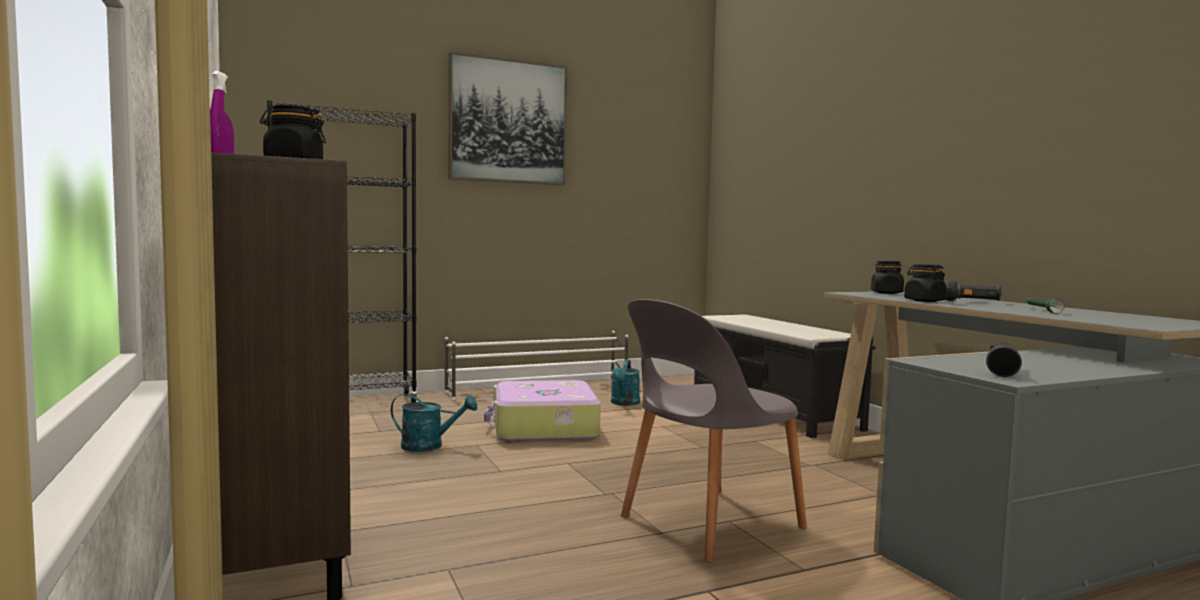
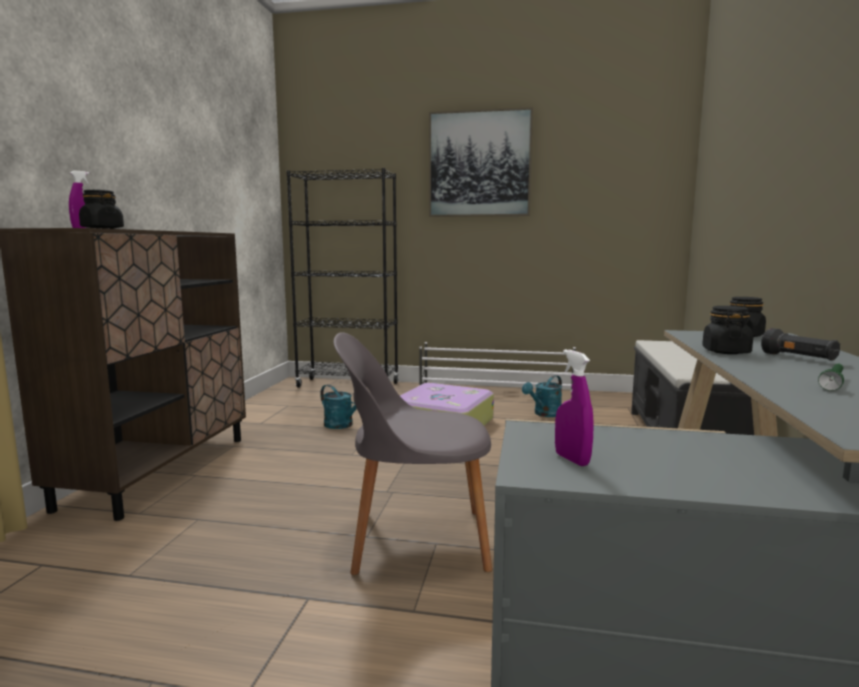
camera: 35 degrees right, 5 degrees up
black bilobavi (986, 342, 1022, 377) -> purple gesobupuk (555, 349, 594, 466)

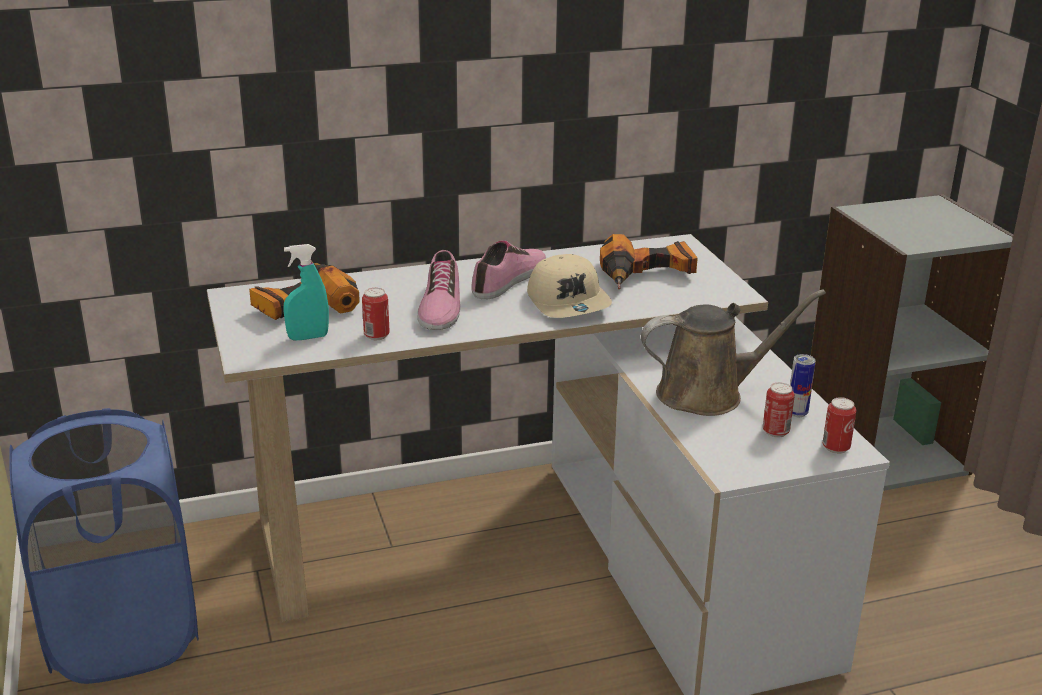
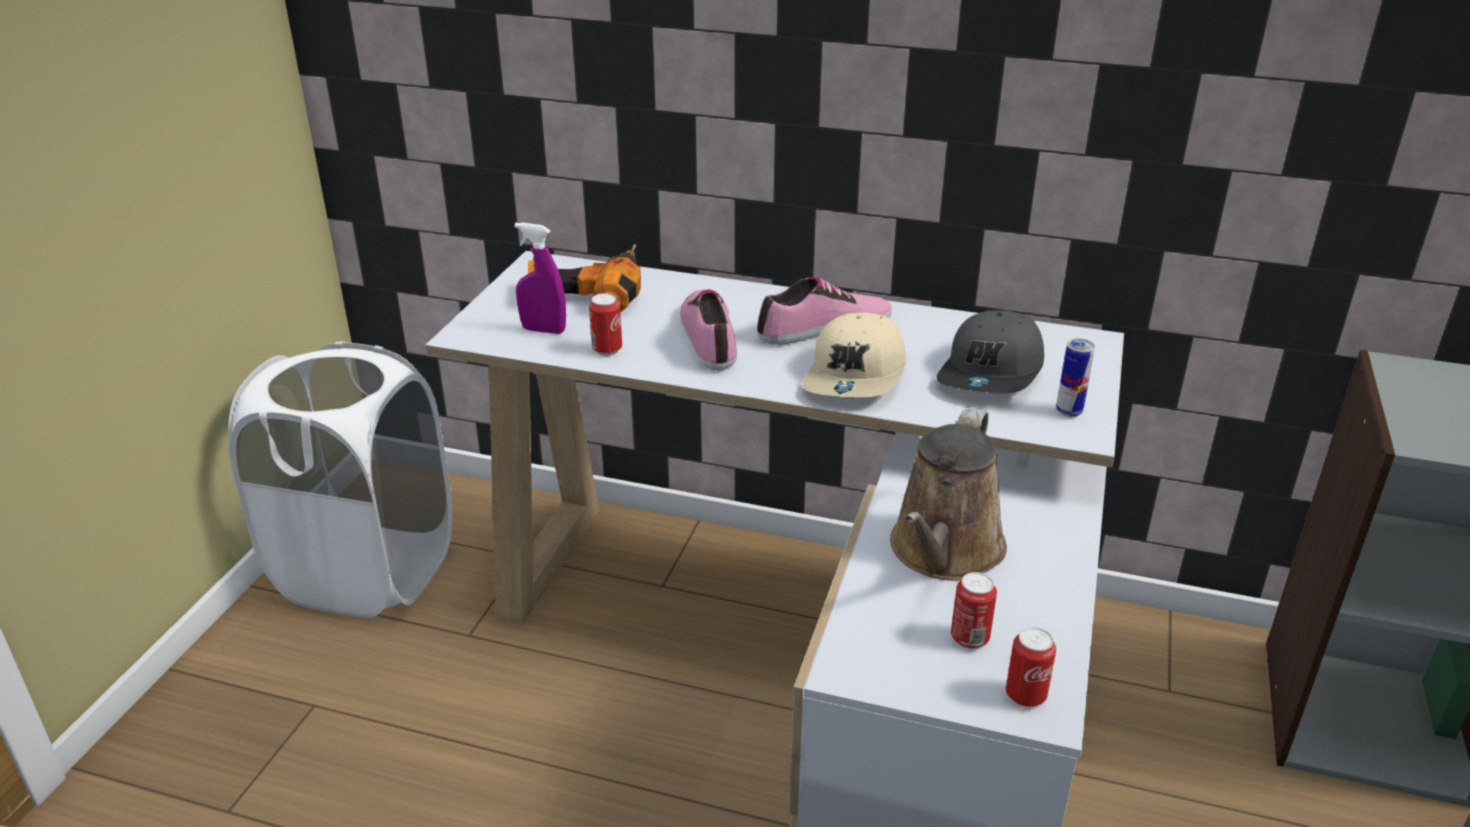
camera: 35 degrees right, 5 degrees up
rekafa (790, 354, 816, 417) -> rekafa (1056, 338, 1095, 417), relocated
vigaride (600, 234, 698, 289) -> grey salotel (936, 310, 1044, 394)
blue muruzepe (9, 408, 199, 684) -> white muruzepe (228, 342, 452, 618)
turquoise gesobupuk (283, 244, 329, 340) -> purple gesobupuk (515, 222, 566, 334)
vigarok (417, 250, 460, 330) -> vigarok (680, 289, 737, 371), 135 degrees clockwise
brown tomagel (641, 289, 826, 416) -> brown tomagel (890, 408, 1007, 581), 90 degrees clockwise

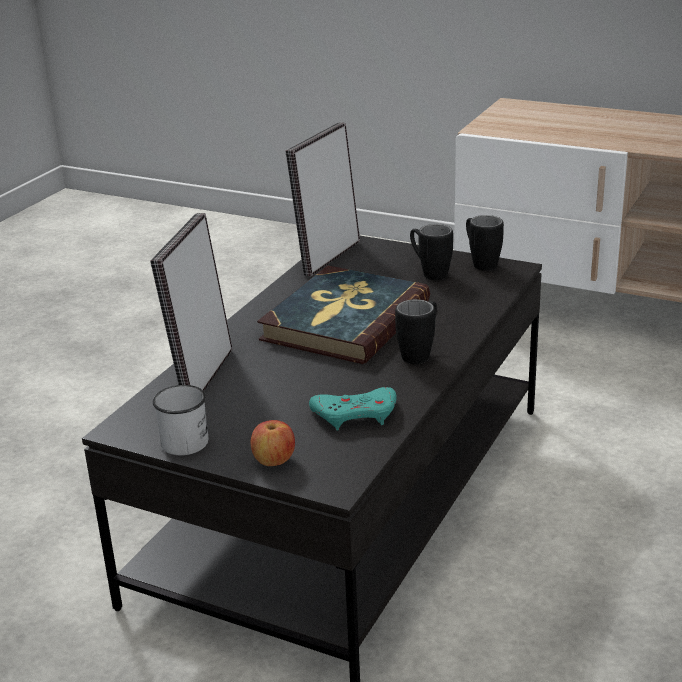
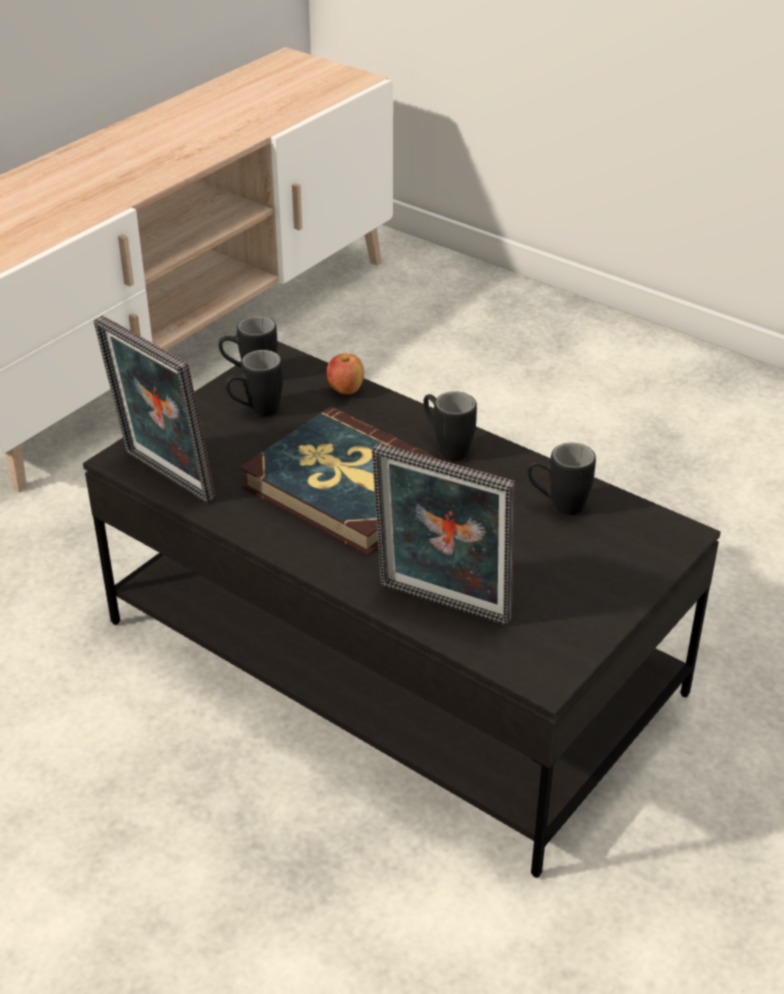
camera: 80 degrees left, 10 degrees up
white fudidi (153, 385, 208, 455) -> none
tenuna (251, 420, 295, 466) -> tenuna (327, 353, 364, 394), relocated
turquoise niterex (309, 387, 397, 430) -> black fudidi (527, 443, 596, 515)

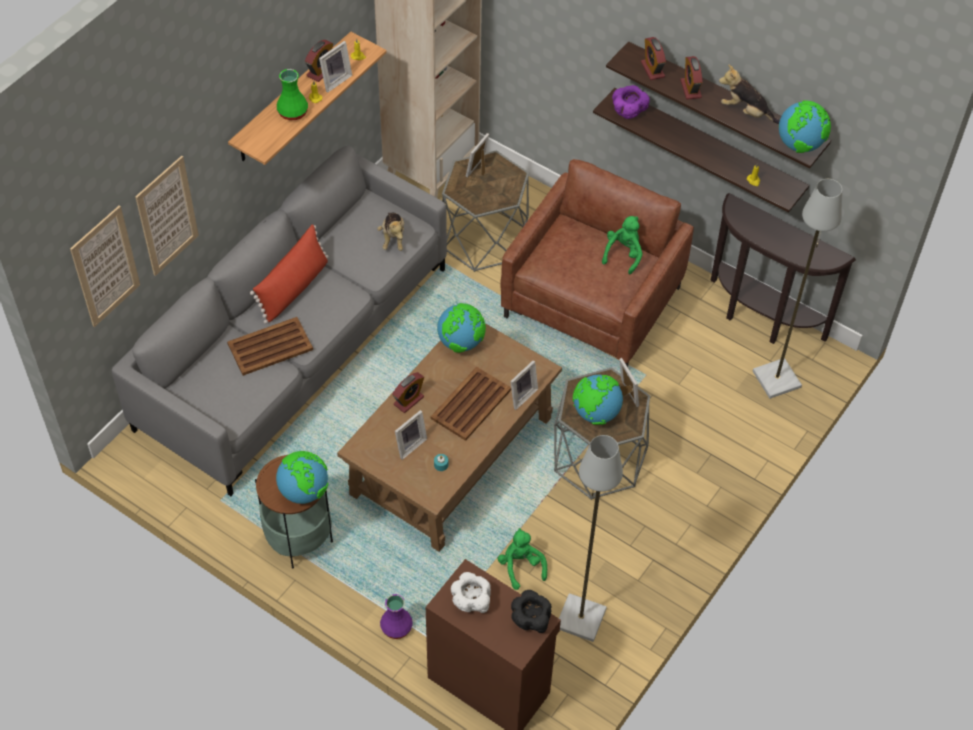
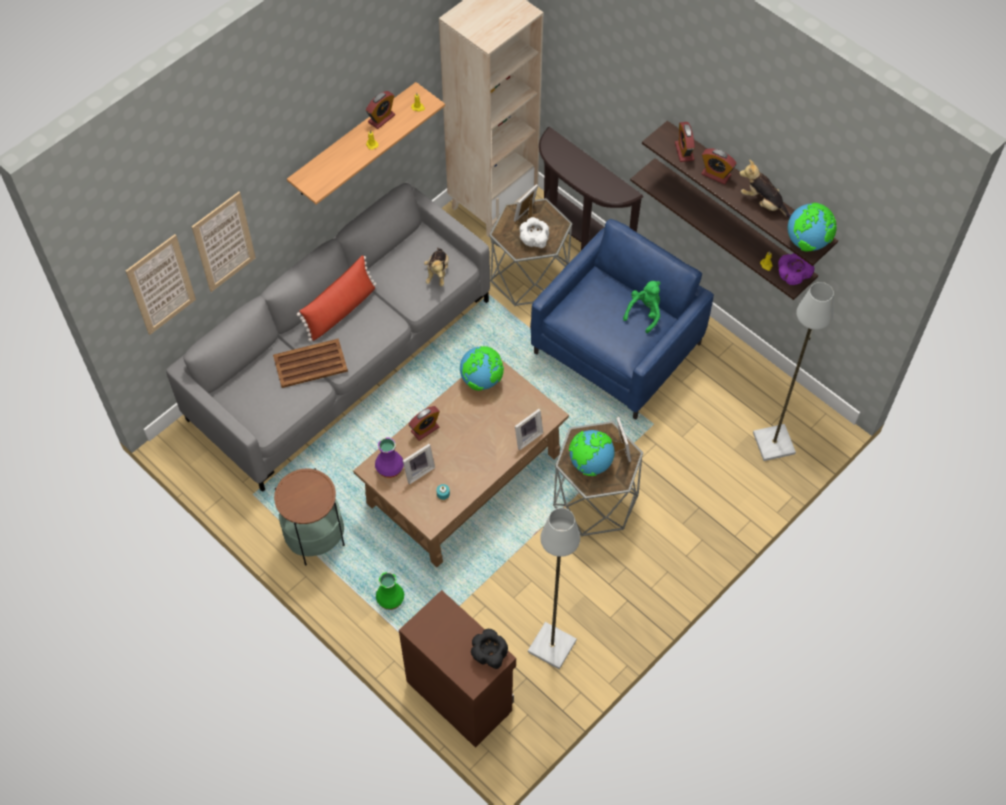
camera: 10 degrees right, 5 degrees up
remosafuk (276, 451, 328, 504) -> none
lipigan (319, 41, 352, 93) -> none
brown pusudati (431, 367, 511, 441) -> none
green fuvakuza (497, 528, 547, 590) -> none
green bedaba (277, 69, 308, 120) -> green bedaba (376, 572, 404, 610), relocated
purple bedaba (380, 594, 413, 639) -> purple bedaba (375, 437, 404, 478), relocated
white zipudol (451, 572, 491, 613) -> white zipudol (519, 217, 549, 248), relocated
purple zipudol (612, 85, 650, 119) -> purple zipudol (778, 253, 815, 285), relocated
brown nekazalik (710, 193, 856, 344) -> brown nekazalik (539, 127, 643, 250), relocated
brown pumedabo (500, 159, 694, 367) -> blue pumedabo (530, 219, 714, 420)
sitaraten (680, 56, 703, 100) -> sitaraten (701, 149, 737, 184), 60 degrees counterclockwise

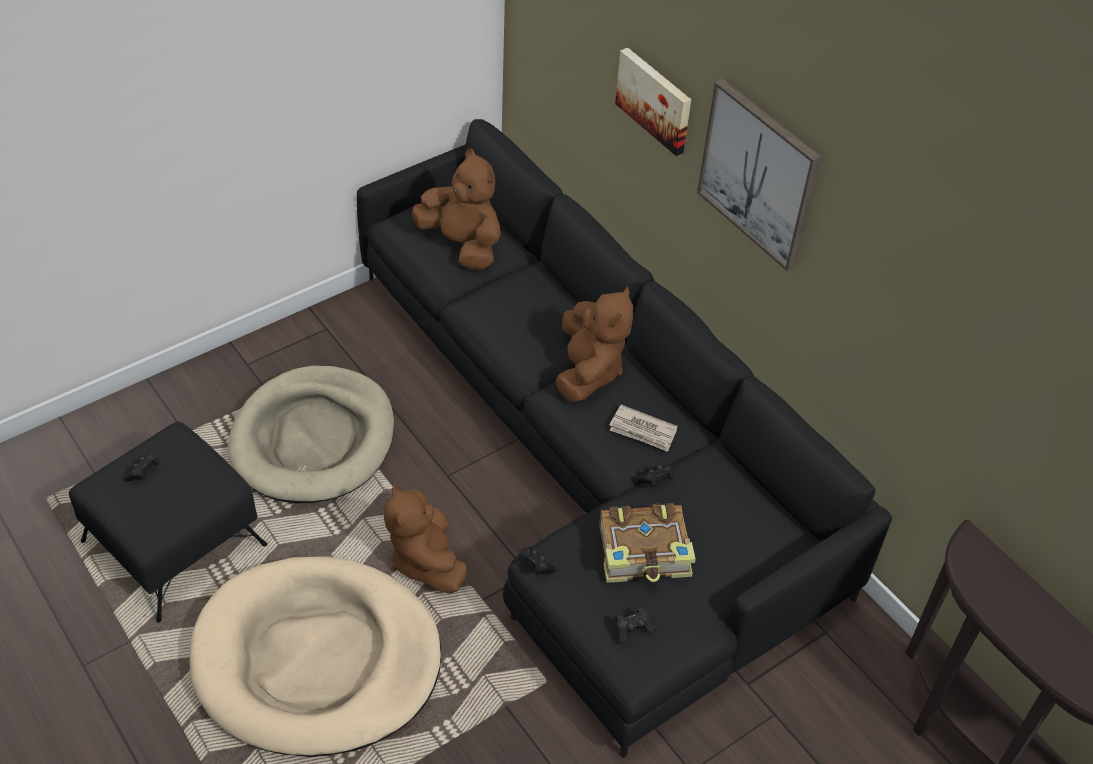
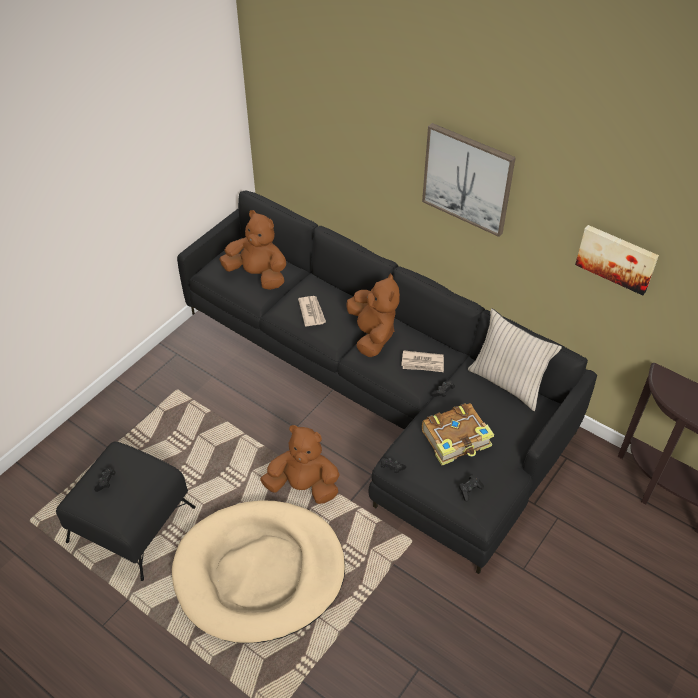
camera: 15 degrees left, 0 degrees up
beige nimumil (228, 365, 394, 504) -> none
none -> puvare (298, 296, 326, 326)
none -> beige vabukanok (468, 308, 562, 411)
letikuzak (615, 48, 691, 156) -> letikuzak (575, 225, 659, 295), relocated
brown fuvakuza (384, 483, 468, 594) -> brown fuvakuza (260, 425, 340, 504), 135 degrees clockwise

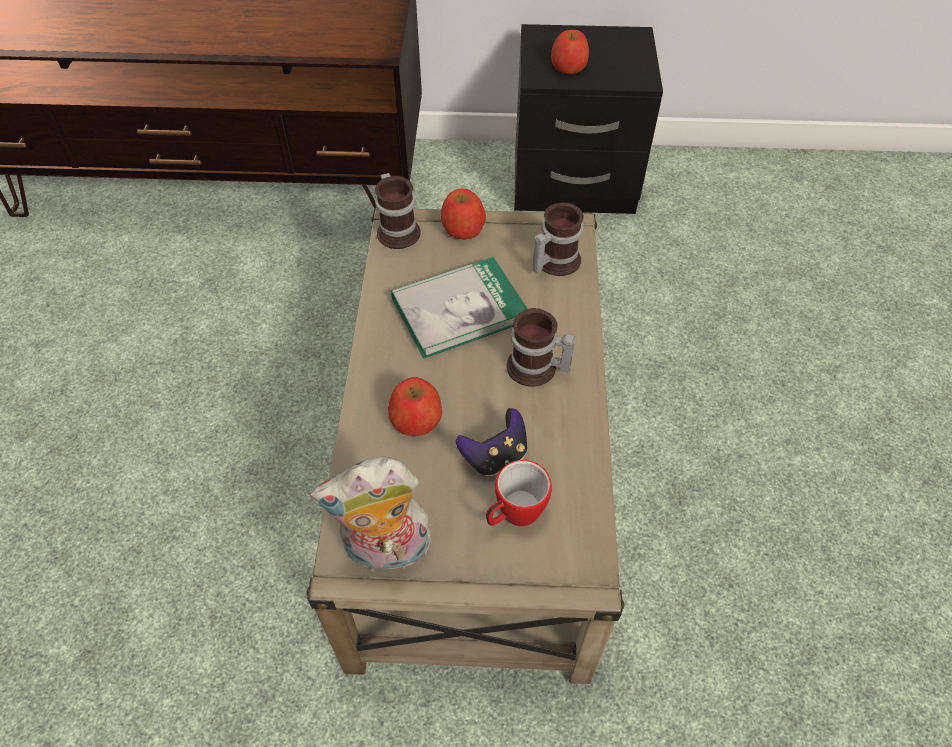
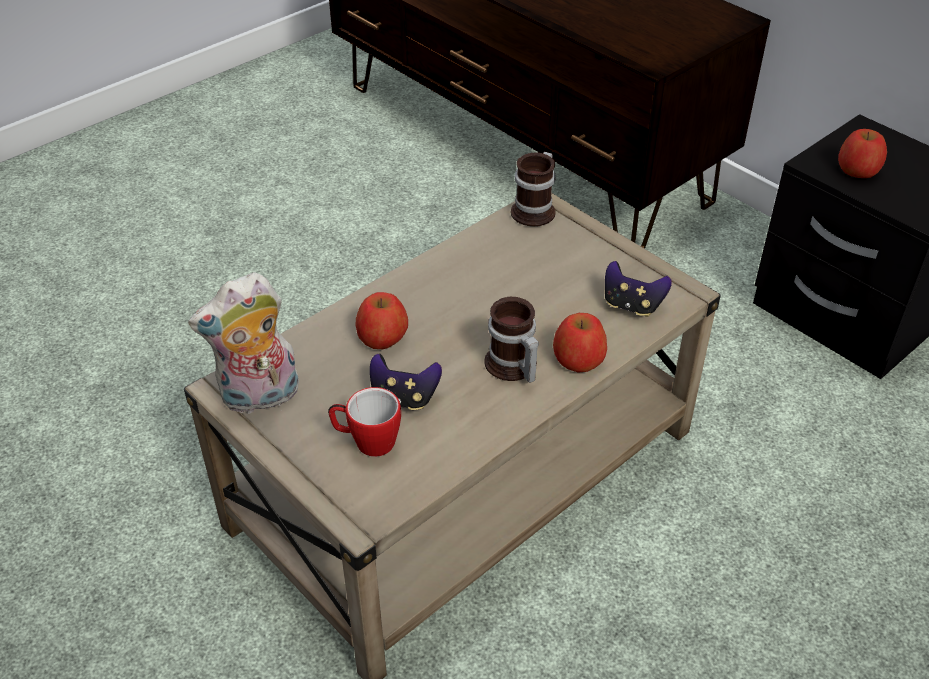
camera: 45 degrees right, 10 degrees down
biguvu (391, 257, 527, 358) -> none
tenuna (441, 188, 486, 239) -> tenuna (553, 313, 607, 373), relocated
fudidi (532, 203, 584, 276) -> niterex (605, 261, 672, 317)
fuvakuza (310, 457, 431, 575) -> fuvakuza (188, 272, 299, 415), 60 degrees counterclockwise

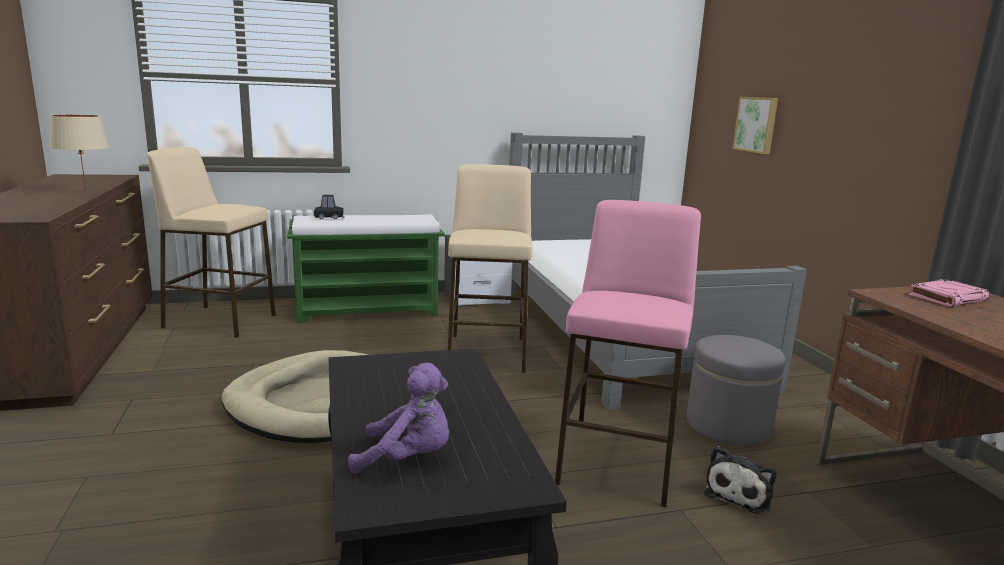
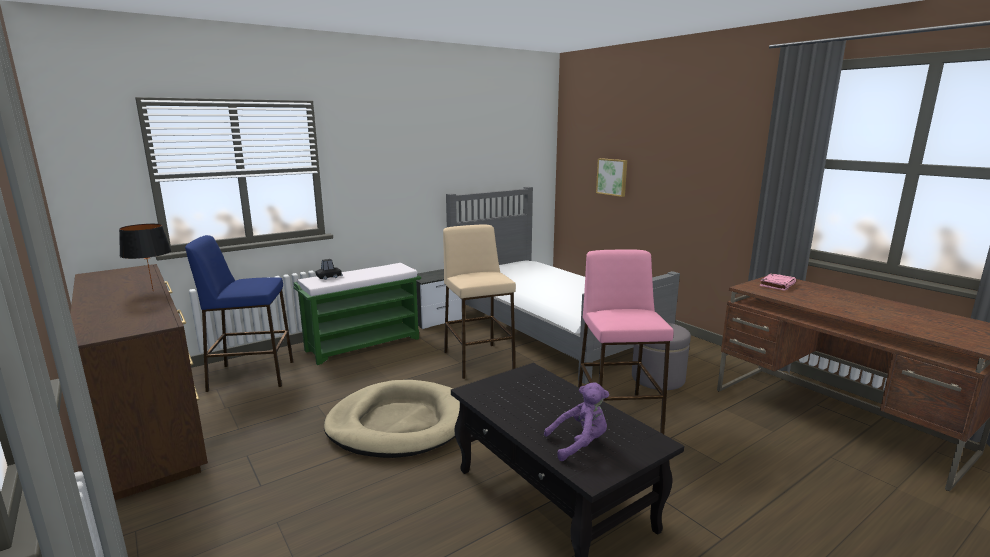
camera: 20 degrees left, 0 degrees up
fuvakuza (704, 446, 777, 514) -> none
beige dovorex (49, 114, 109, 193) -> black dovorex (119, 224, 171, 289)
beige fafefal (147, 147, 276, 338) -> blue fafefal (185, 235, 293, 392)

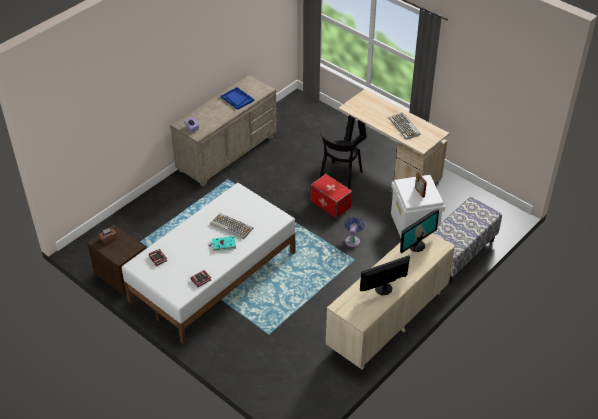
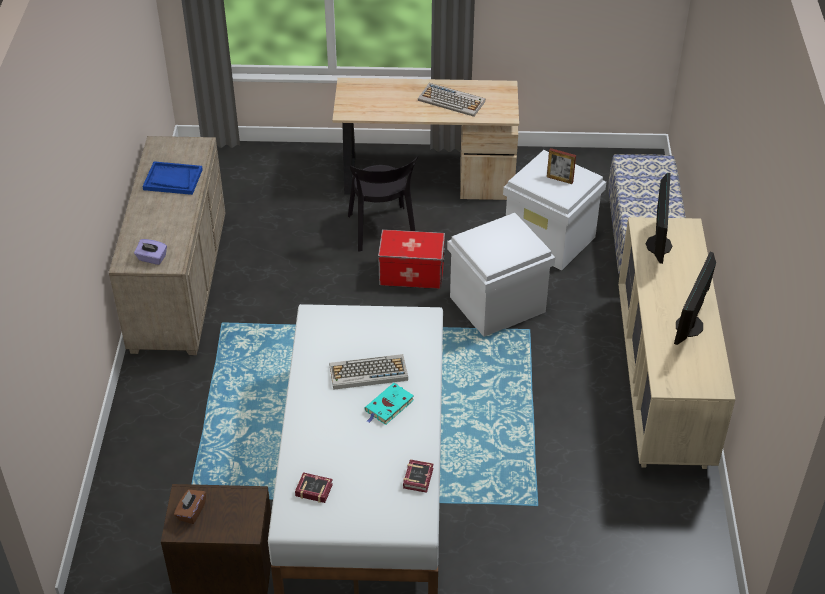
camera: 40 degrees left, 0 degrees up
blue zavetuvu (344, 217, 365, 247) -> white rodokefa (447, 213, 555, 337)

